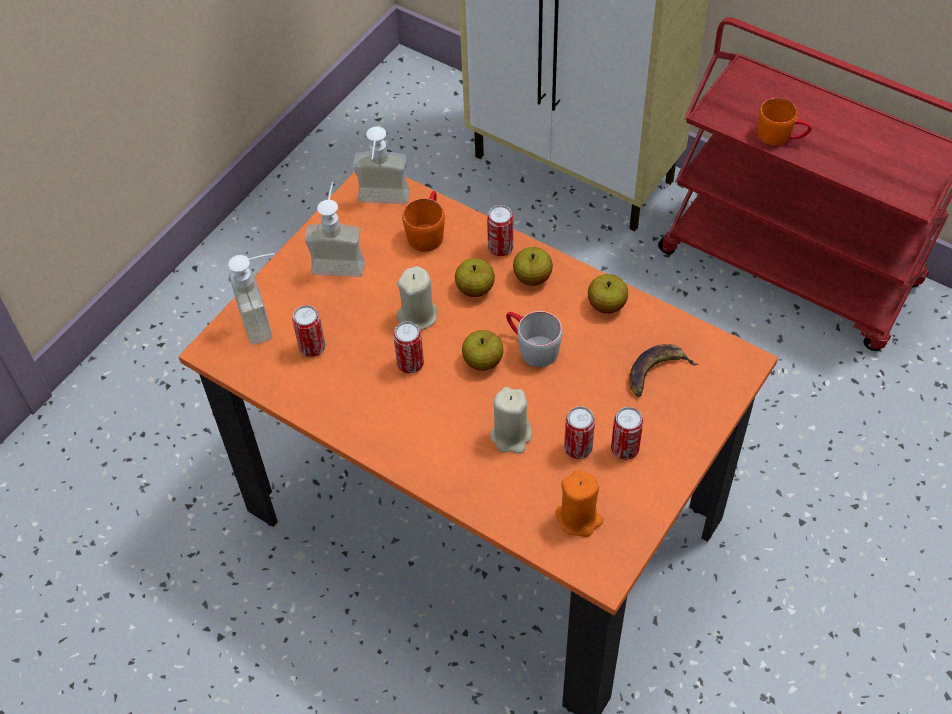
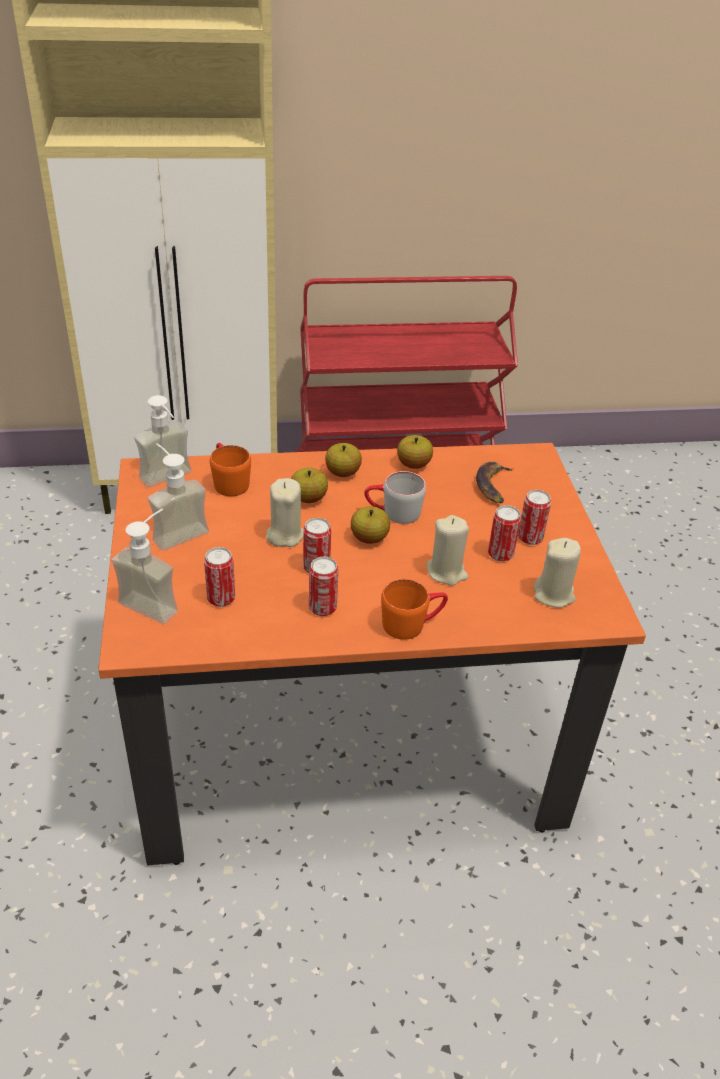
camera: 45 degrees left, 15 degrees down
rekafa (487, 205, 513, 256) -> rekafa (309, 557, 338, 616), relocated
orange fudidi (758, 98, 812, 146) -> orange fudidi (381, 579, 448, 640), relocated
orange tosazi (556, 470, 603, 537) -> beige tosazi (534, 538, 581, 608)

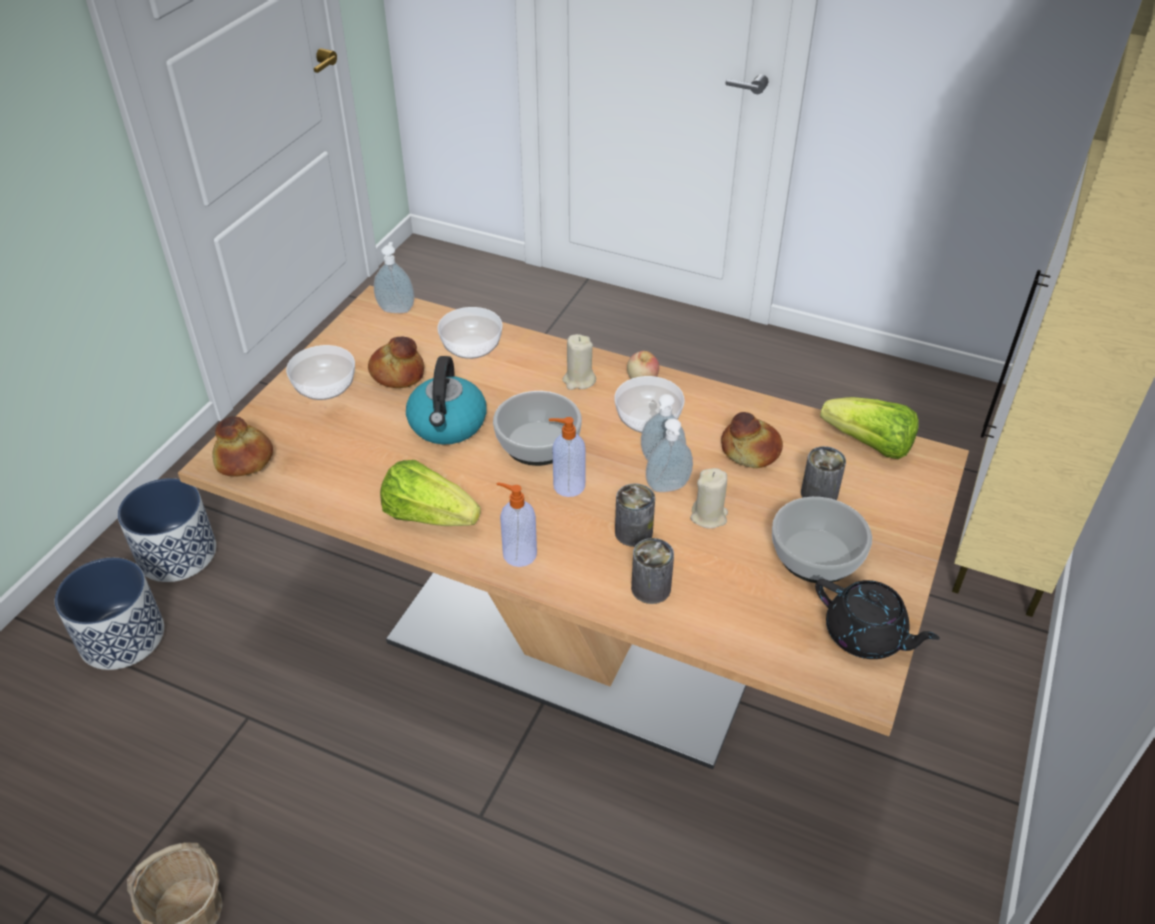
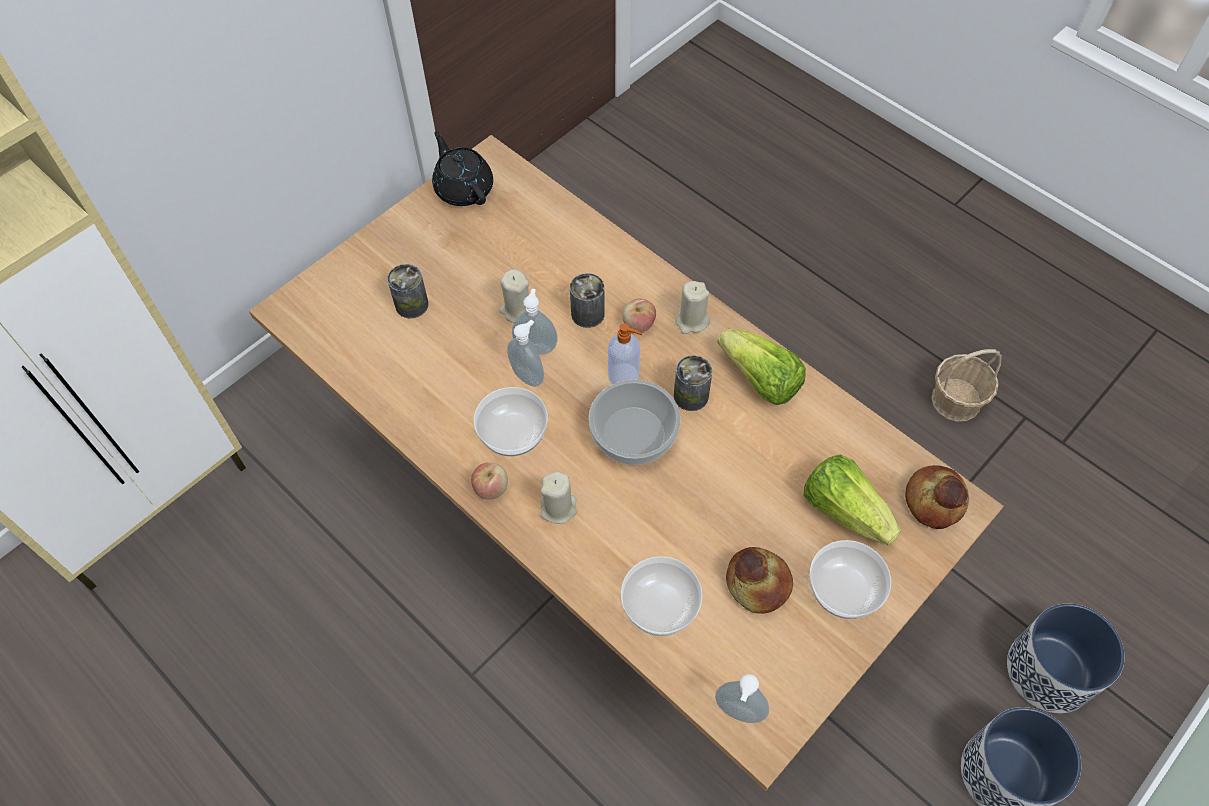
camera: 160 degrees left, 15 degrees up
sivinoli (406, 356, 487, 445) -> none
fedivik (721, 412, 783, 468) -> none
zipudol (772, 497, 872, 583) -> none
none -> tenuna (622, 299, 656, 333)
rekafa (631, 538, 674, 604) -> rekafa (674, 355, 712, 411), relocated
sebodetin (820, 397, 919, 459) -> sebodetin (804, 455, 901, 546), relocated
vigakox (497, 482, 537, 567) -> beige tosazi (675, 281, 710, 334)

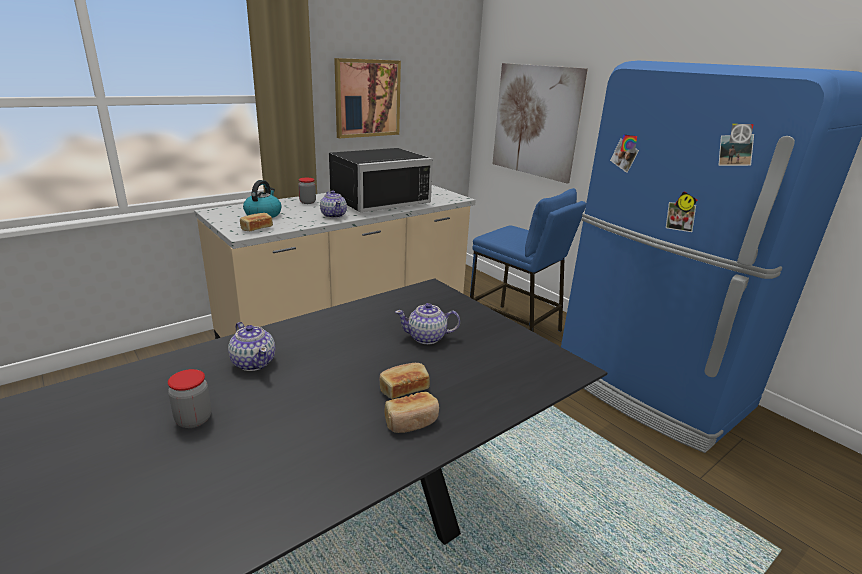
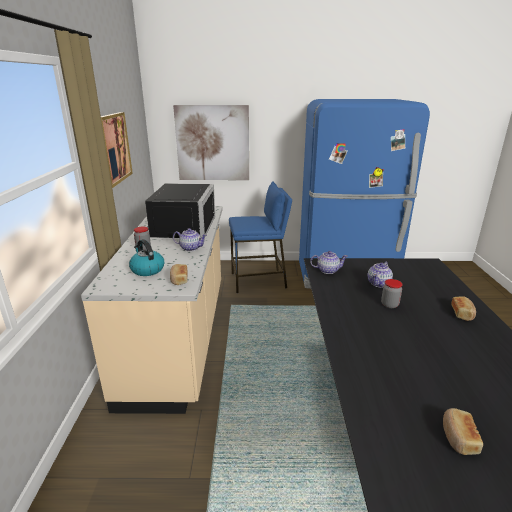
camera: 50 degrees left, 0 degrees up
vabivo (168, 369, 211, 428) -> vabivo (381, 279, 402, 308), relocated
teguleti (228, 322, 275, 371) -> teguleti (310, 251, 348, 274), relocated
fedivik (380, 363, 430, 399) -> fedivik (443, 408, 483, 455), relocated

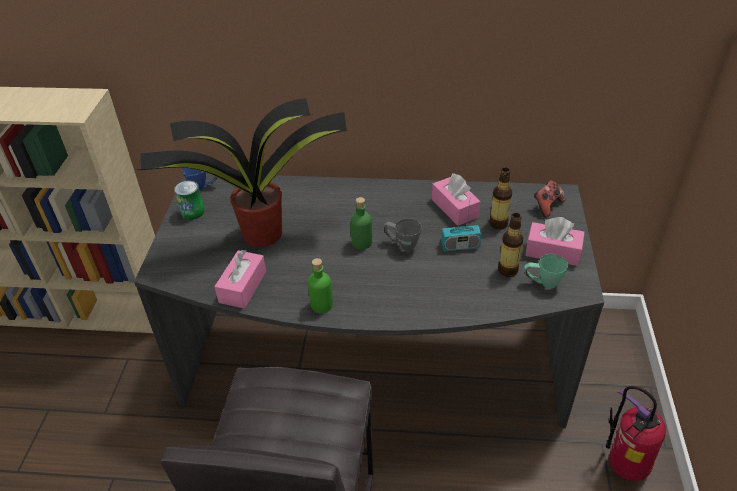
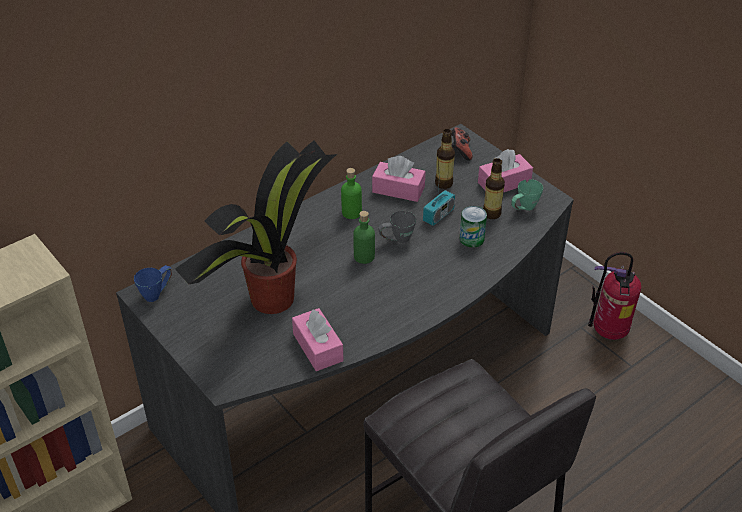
camera: 45 degrees left, 0 degrees up
rekafa (174, 181, 204, 220) -> rekafa (460, 206, 487, 248), relocated
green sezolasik (308, 258, 333, 313) -> green sezolasik (341, 168, 362, 219), relocated

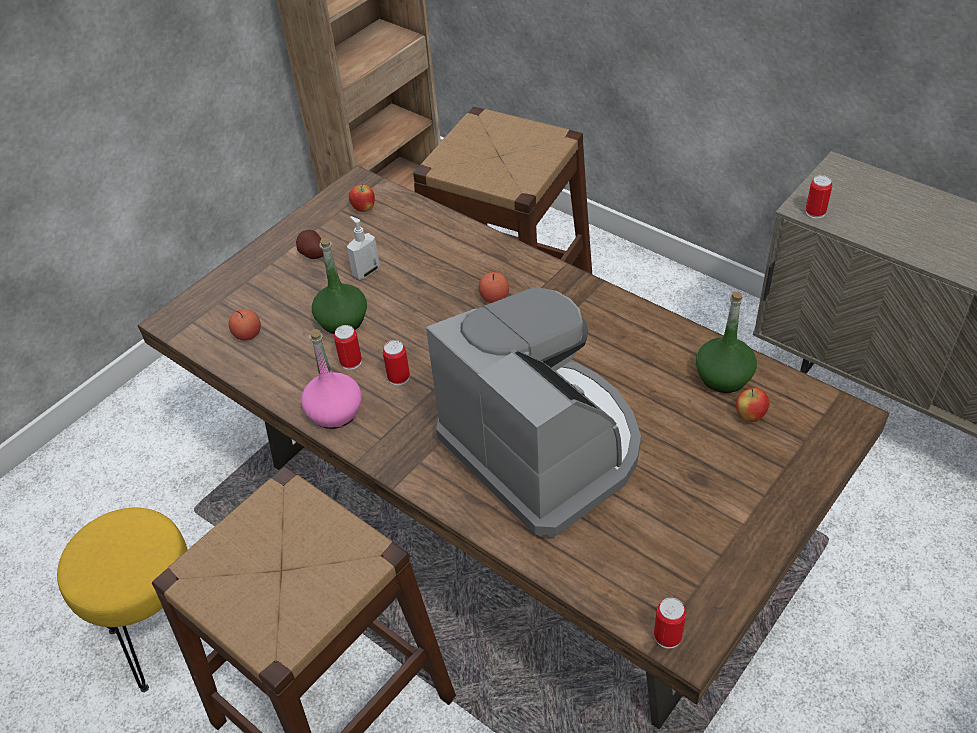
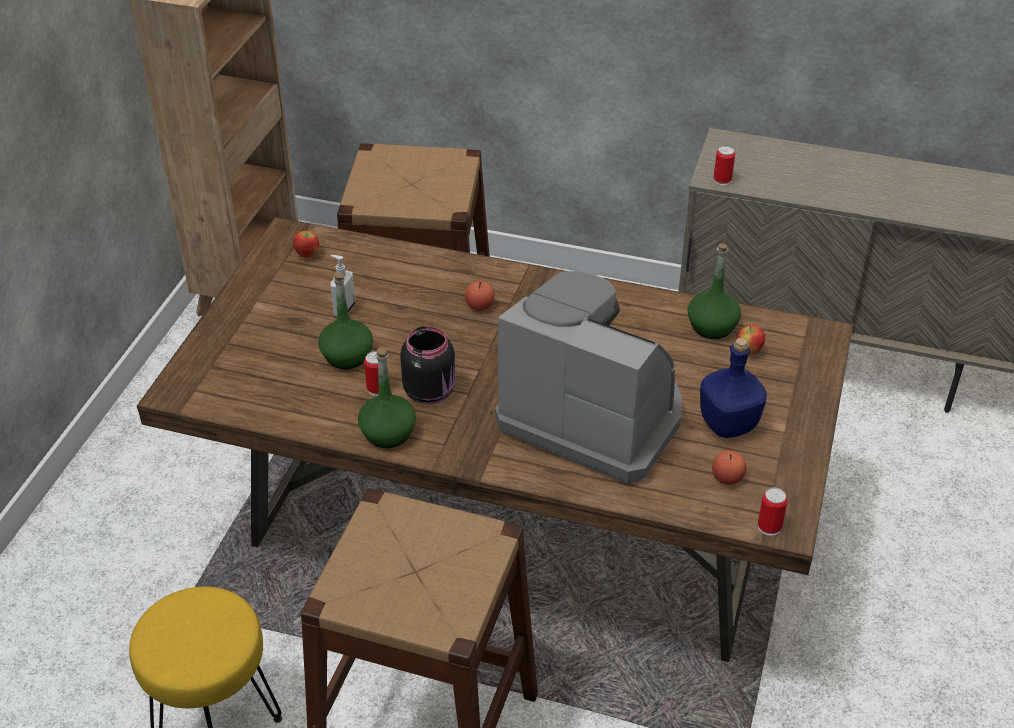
camera: 25 degrees left, 5 degrees down
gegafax (296, 230, 324, 259) -> none
none -> blue sezolasik (700, 338, 767, 438)
tenuna (229, 309, 261, 341) -> tenuna (712, 451, 746, 485), relocated
rekafa (383, 340, 410, 386) -> black vabivo (400, 326, 456, 404)
pink sezolasik (301, 329, 362, 429) -> green sezolasik (358, 348, 416, 448)

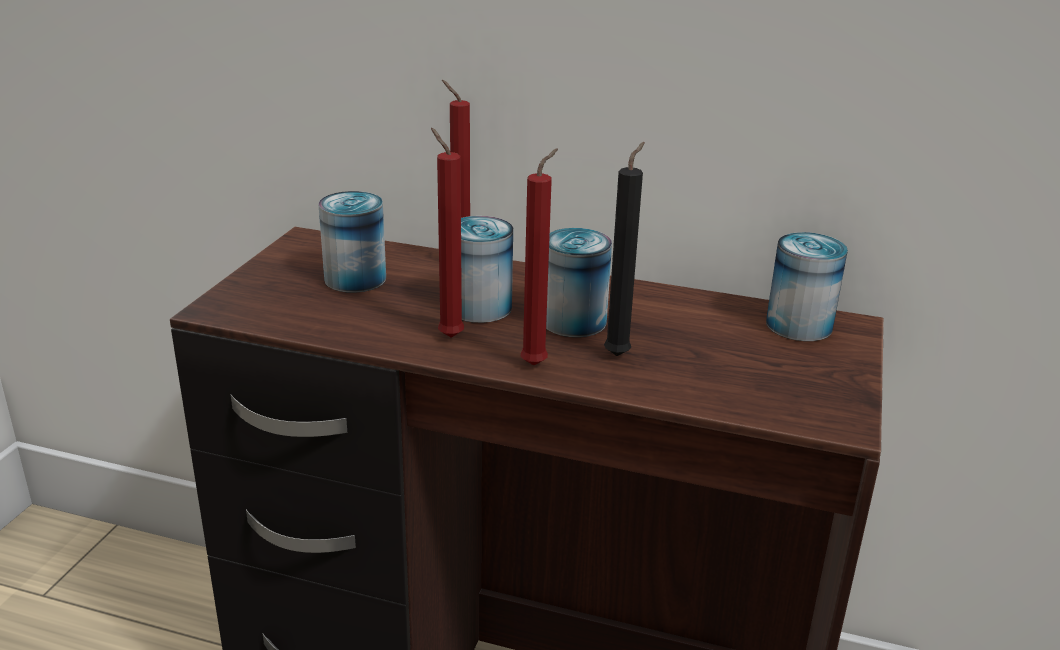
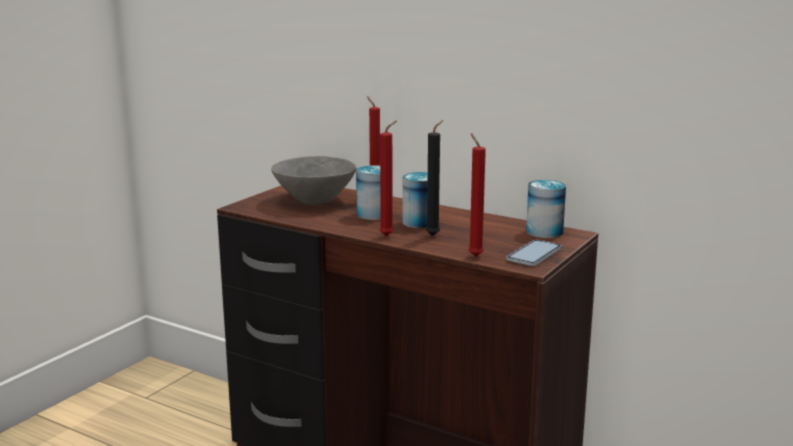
camera: 15 degrees right, 10 degrees down
none -> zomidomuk (507, 240, 562, 266)
red tosazi (431, 128, 464, 338) -> red tosazi (468, 133, 486, 256), relocated
rekafa (318, 191, 386, 293) -> grey zipudol (271, 156, 357, 205)

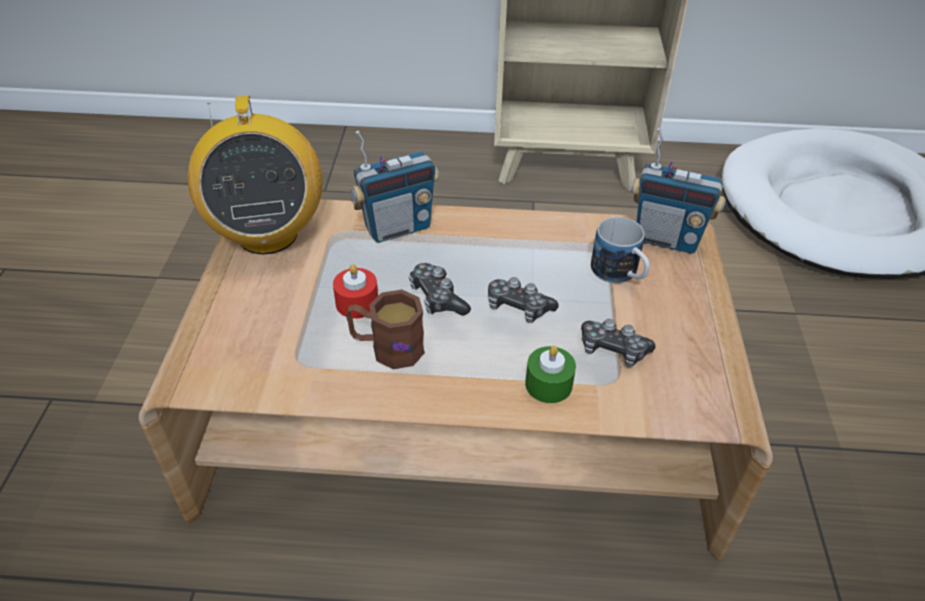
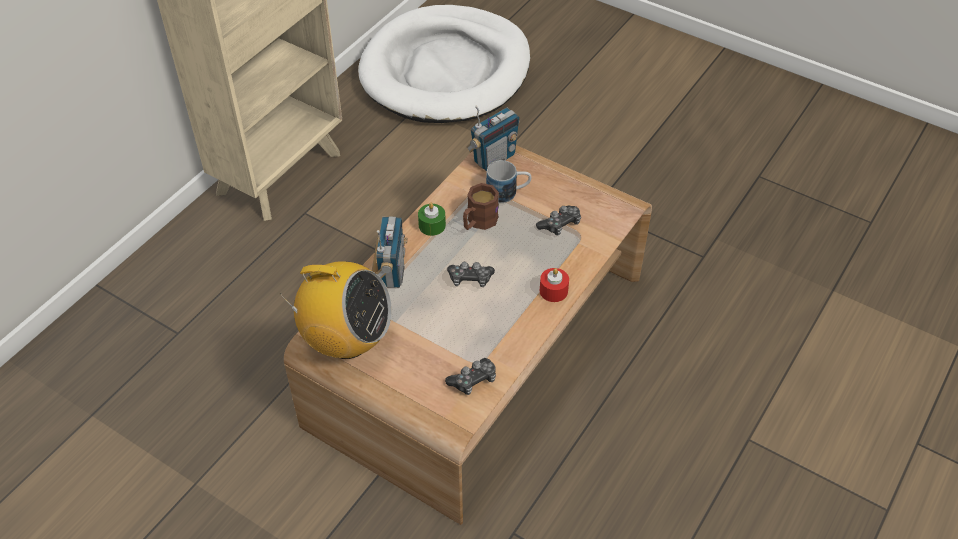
camera: 60 degrees left, 5 degrees up
red tosazi (333, 264, 378, 318) -> red tosazi (540, 268, 569, 302), relocated
brown fudidi (346, 290, 425, 369) -> brown fudidi (463, 183, 499, 230), relocated
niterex (488, 277, 558, 323) -> niterex (445, 358, 496, 395), relocated
green tosazi (525, 346, 576, 403) -> green tosazi (418, 203, 446, 236), relocated

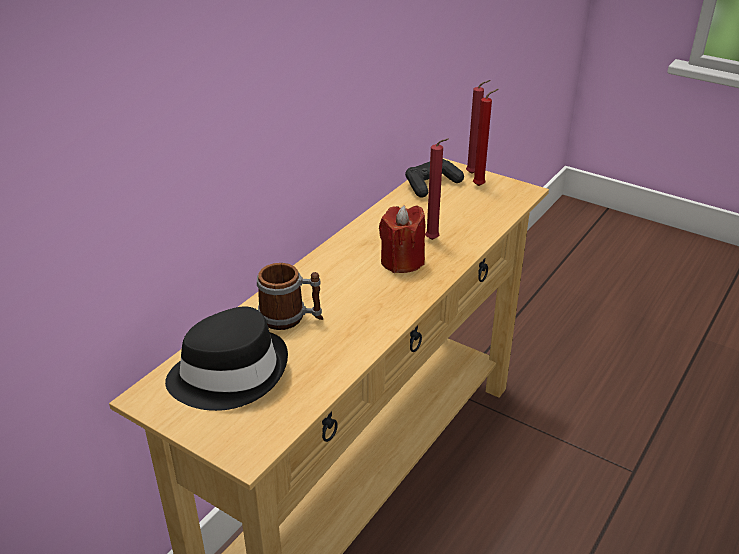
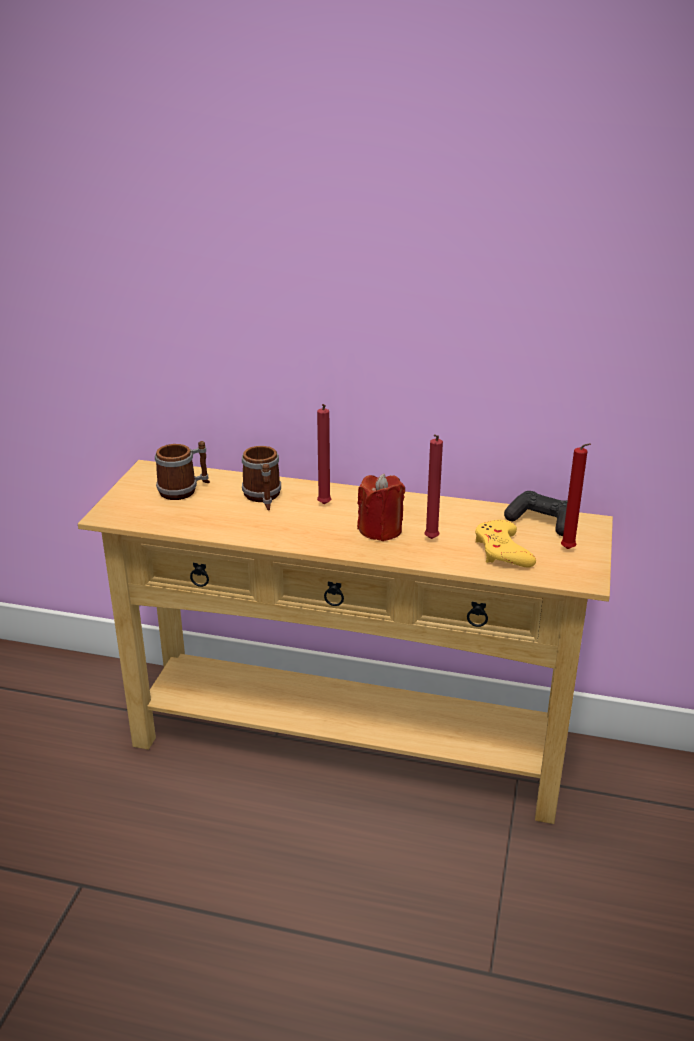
camera: 70 degrees right, 5 degrees down
none -> yellow niterex (475, 520, 536, 567)
red tosazi (466, 80, 491, 174) -> red tosazi (317, 404, 331, 505), relocated
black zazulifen (165, 306, 288, 411) -> fudidi (155, 441, 210, 500)

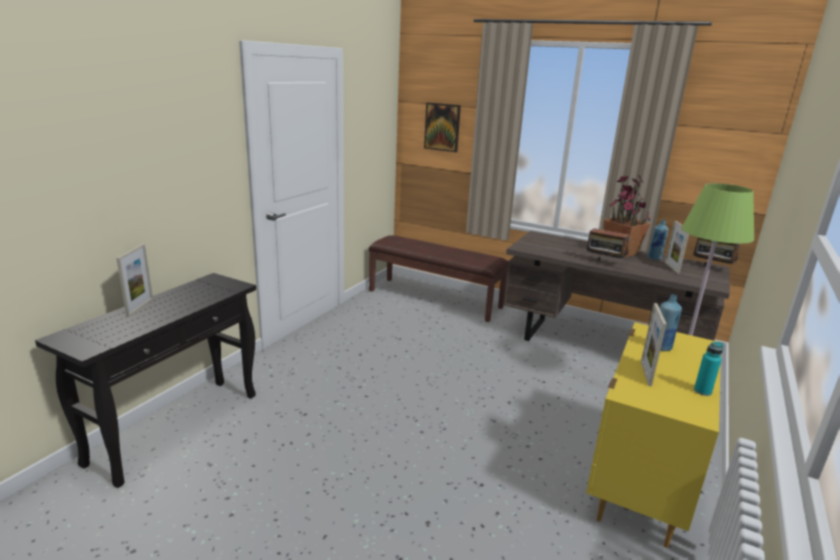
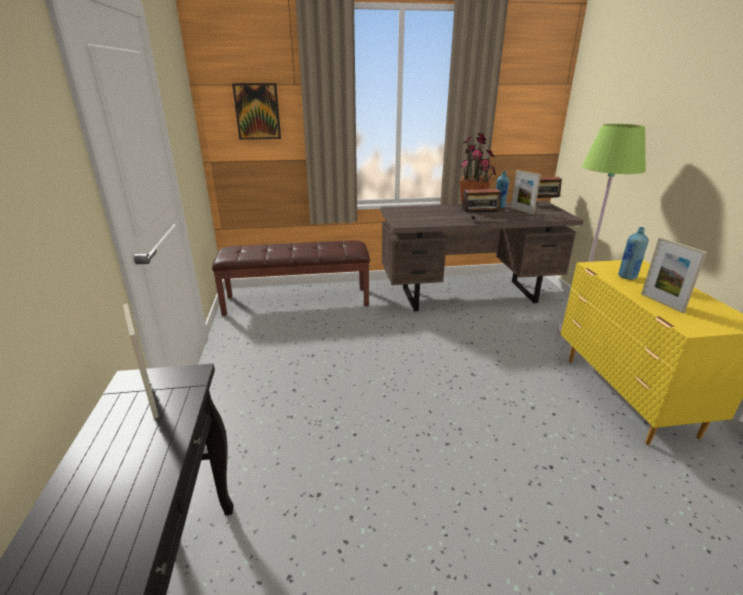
camera: 35 degrees left, 5 degrees up
turquoise sezolasik (694, 342, 724, 396) -> none
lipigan (116, 244, 153, 317) -> lipigan (123, 304, 159, 419), relocated

